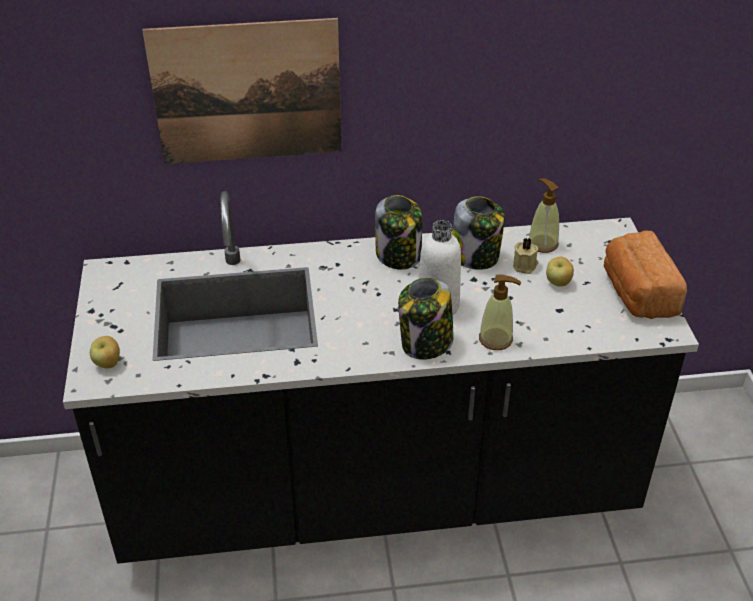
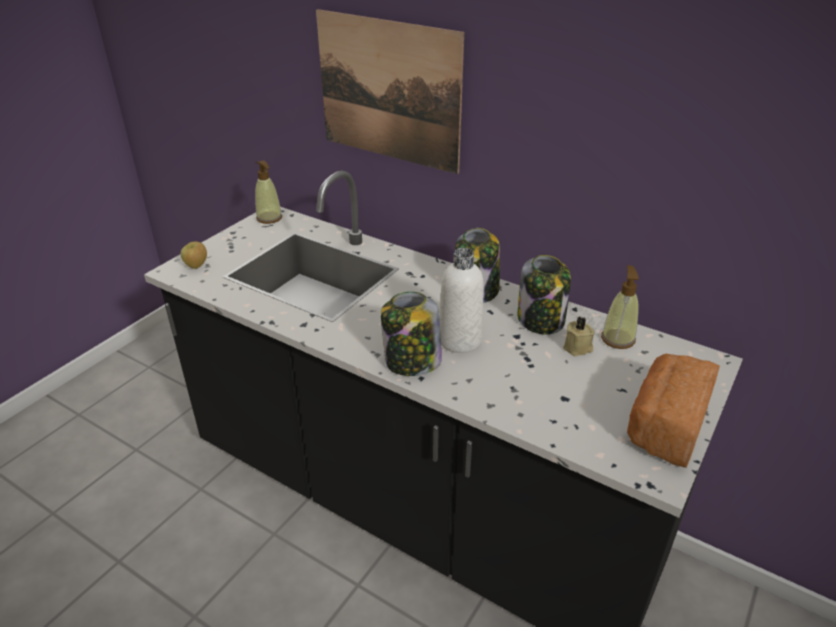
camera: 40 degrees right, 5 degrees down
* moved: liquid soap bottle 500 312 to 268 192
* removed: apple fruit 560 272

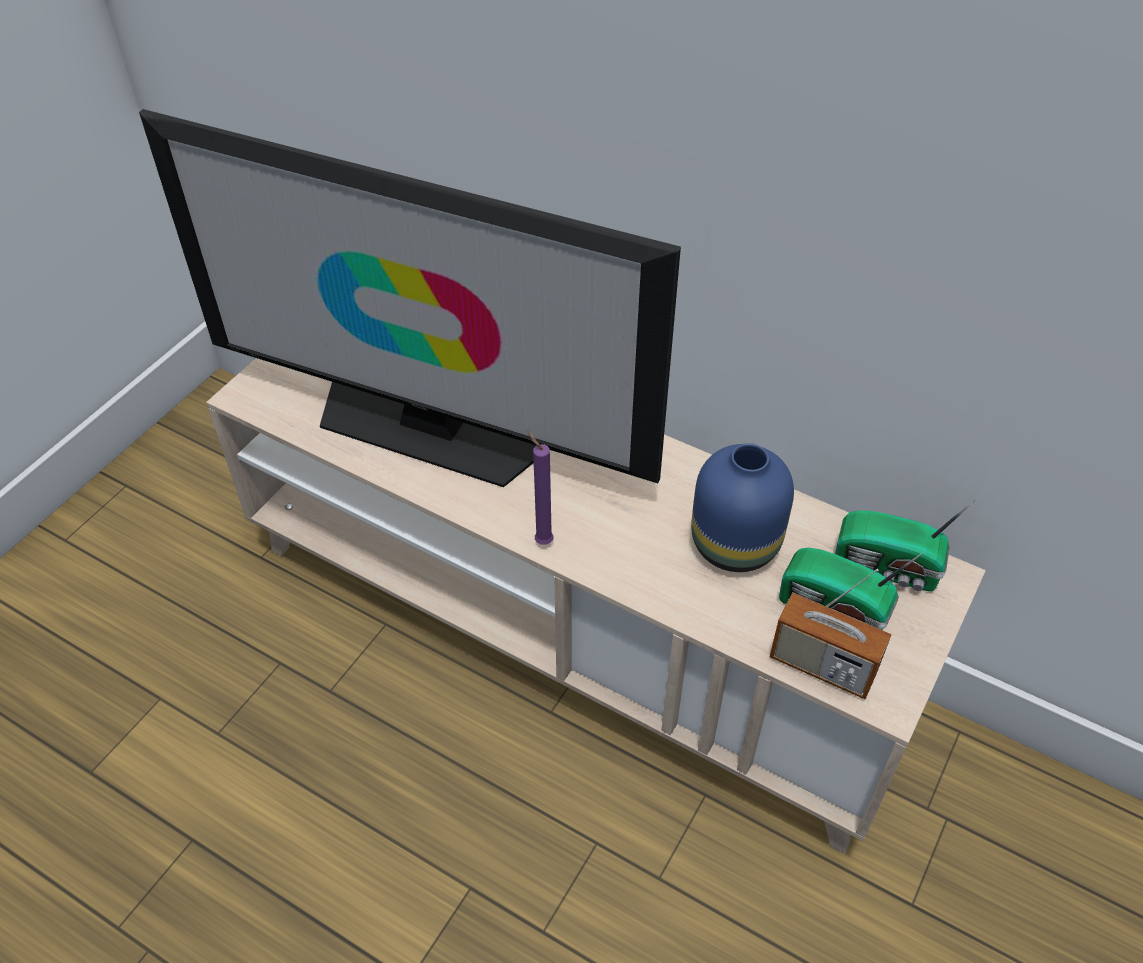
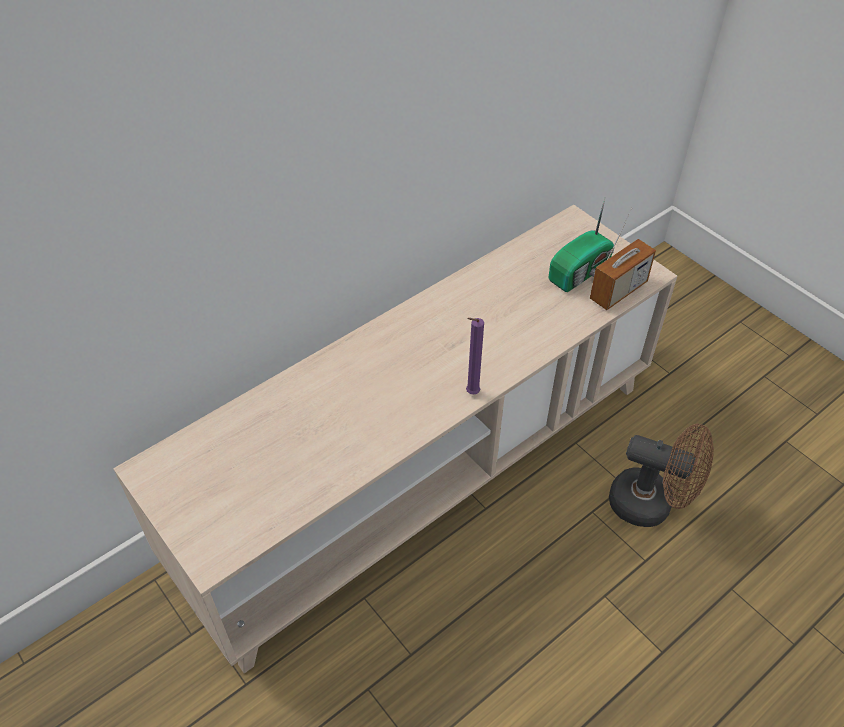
camera: 70 degrees left, 0 degrees up
* removed: TV 410 298
* removed: decorative vase (blue) 742 507
* removed: radio receiver 905 545
* added: cooling fan (brownish) 661 475

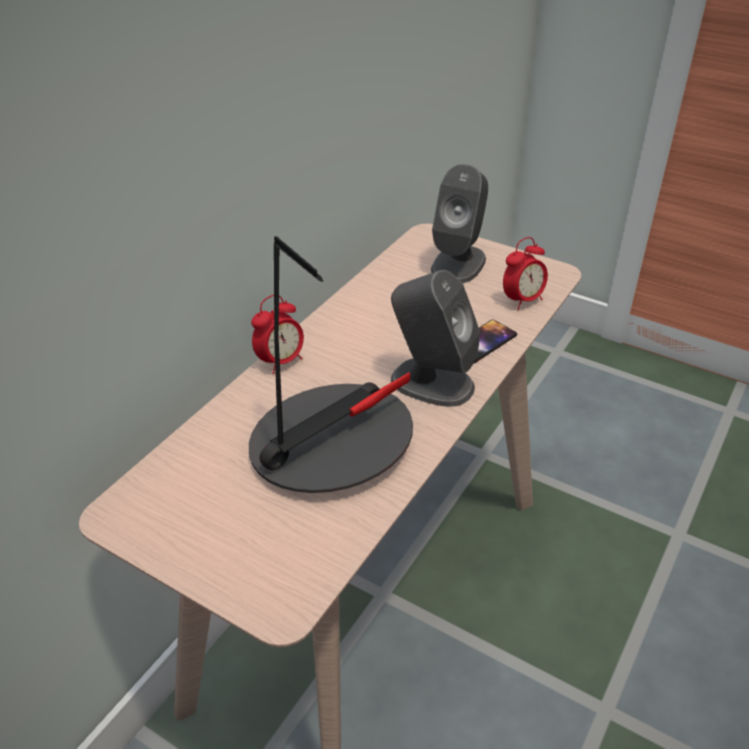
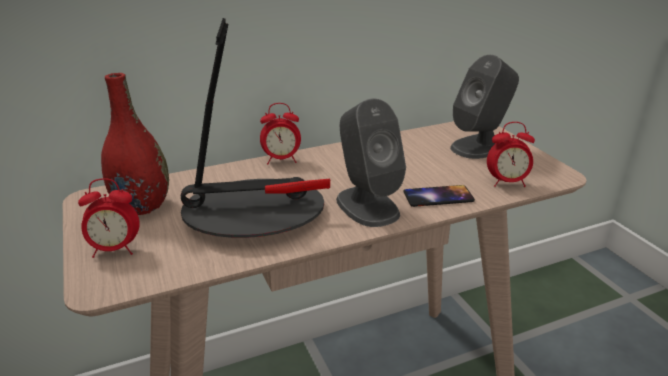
camera: 35 degrees right, 10 degrees down
* added: alarm clock 109 218
* added: decorative vase (reddish) 135 144

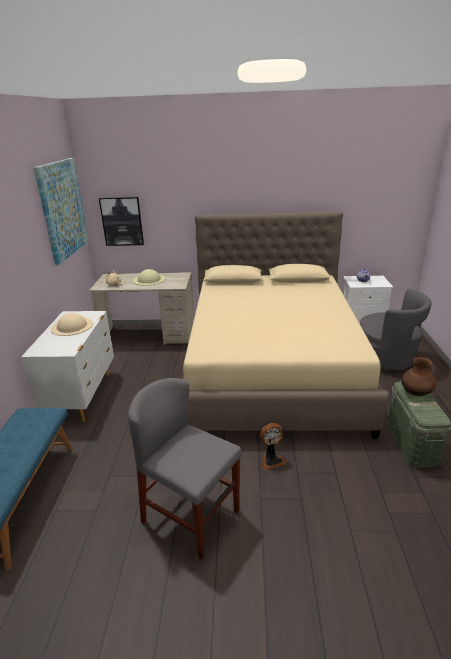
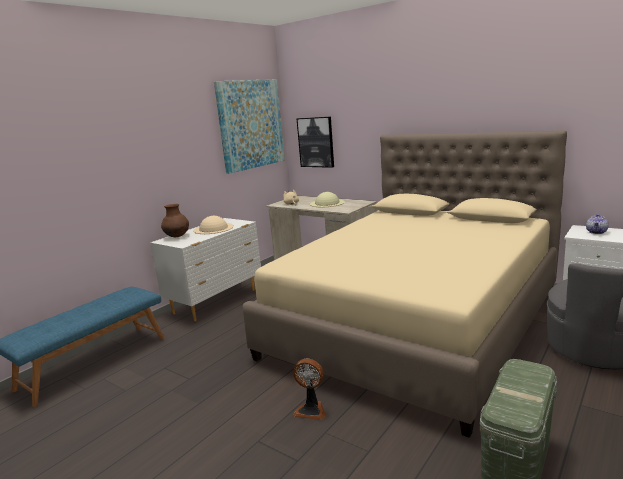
camera: 35 degrees right, 10 degrees down
* removed: chair (gray) 184 469
* moved: decorative vase (brownish) 419 376 to 175 220

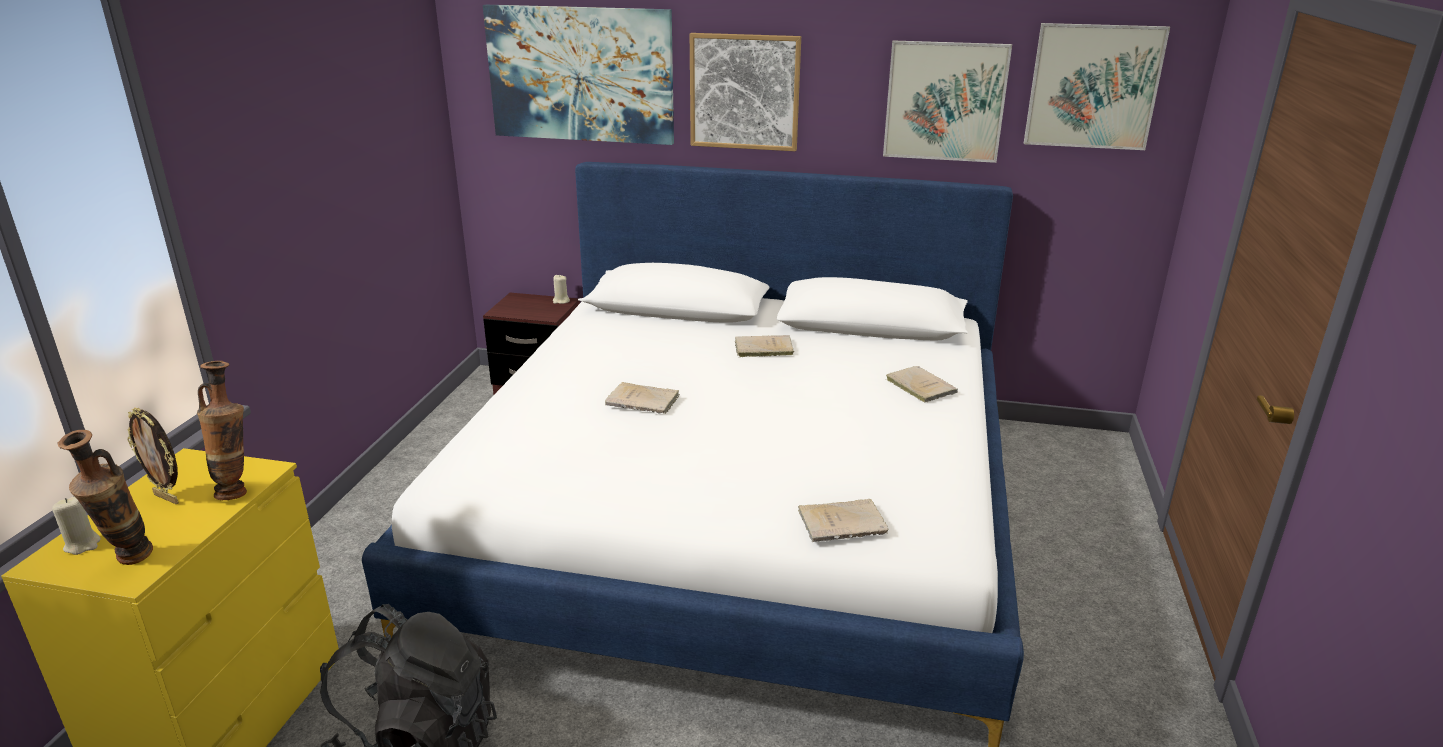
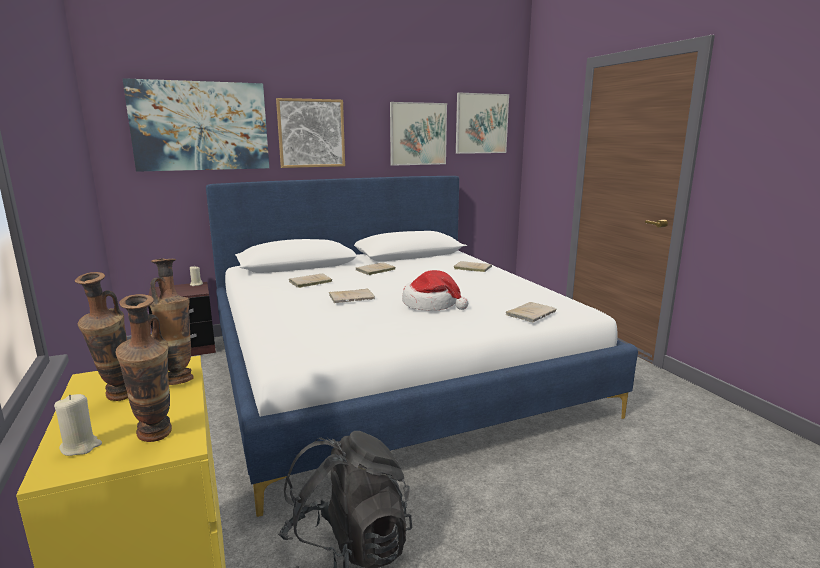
camera: 35 degrees left, 10 degrees down
* replaced: picture frame 153 456 to decorative vase 101 336
* added: volume (sand-coloured) 310 280
* added: hat 435 290

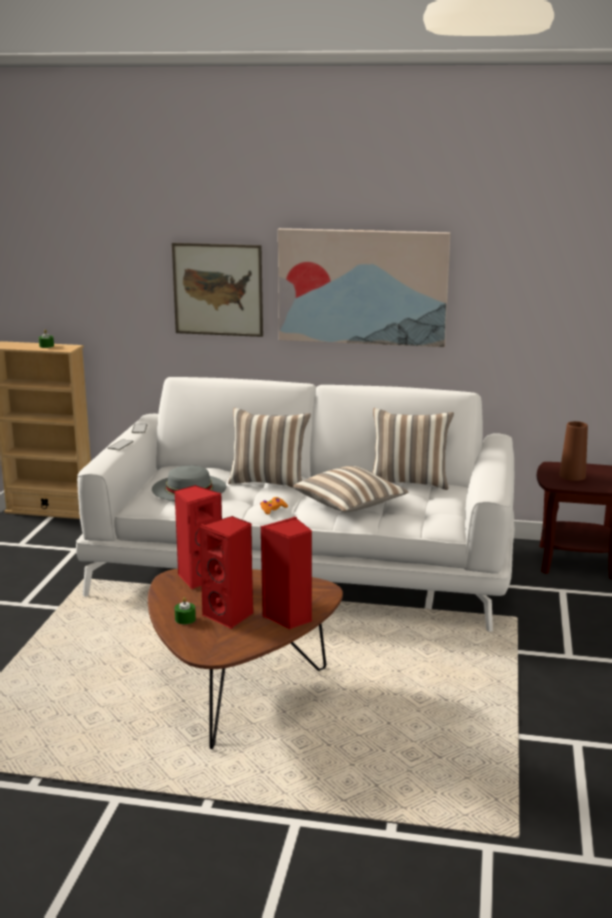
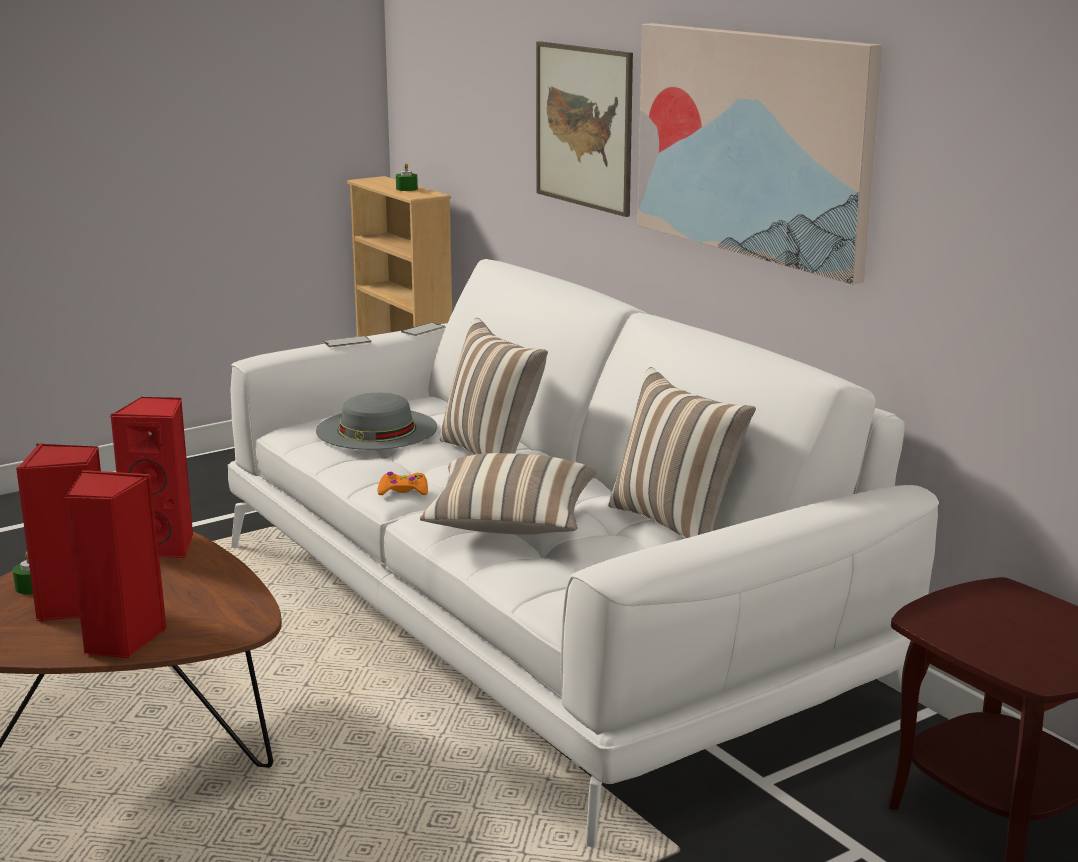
camera: 45 degrees right, 0 degrees up
* removed: decorative vase (brownish) 573 451

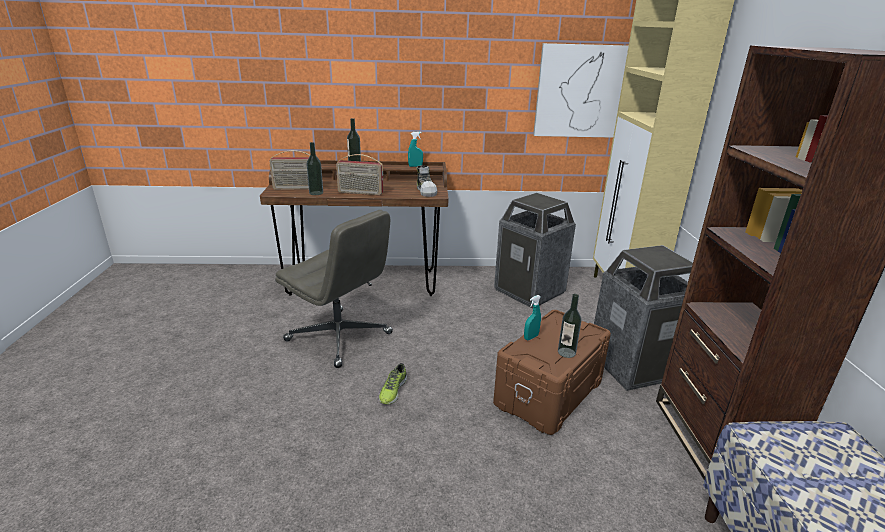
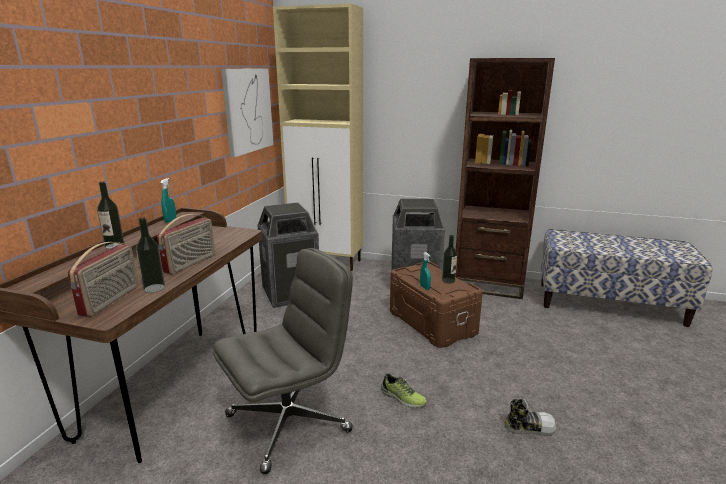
camera: 70 degrees left, 5 degrees down
* moved: low shoe 426 181 to 531 417

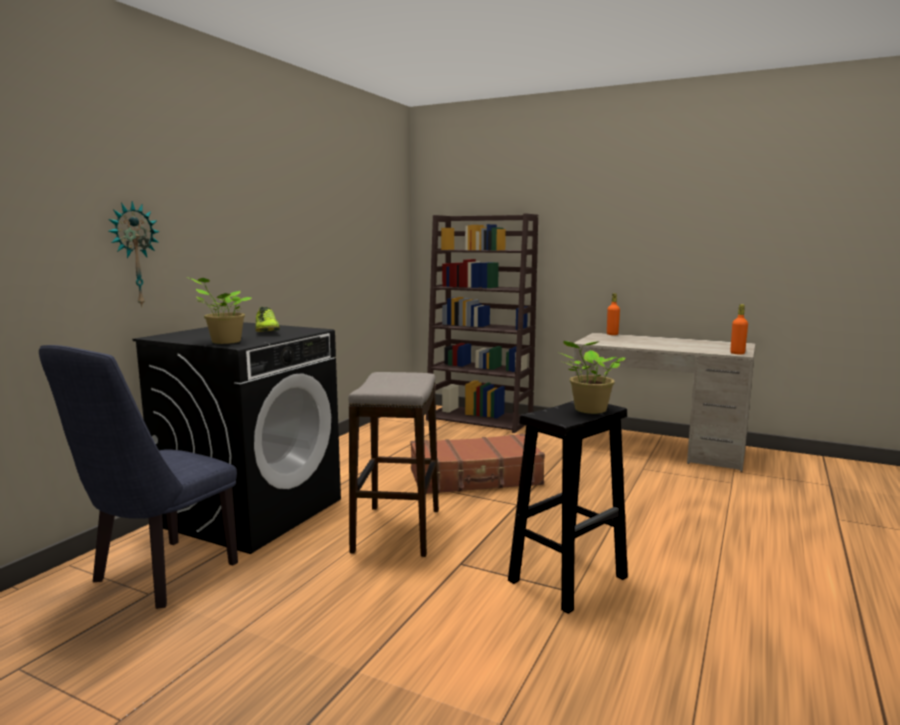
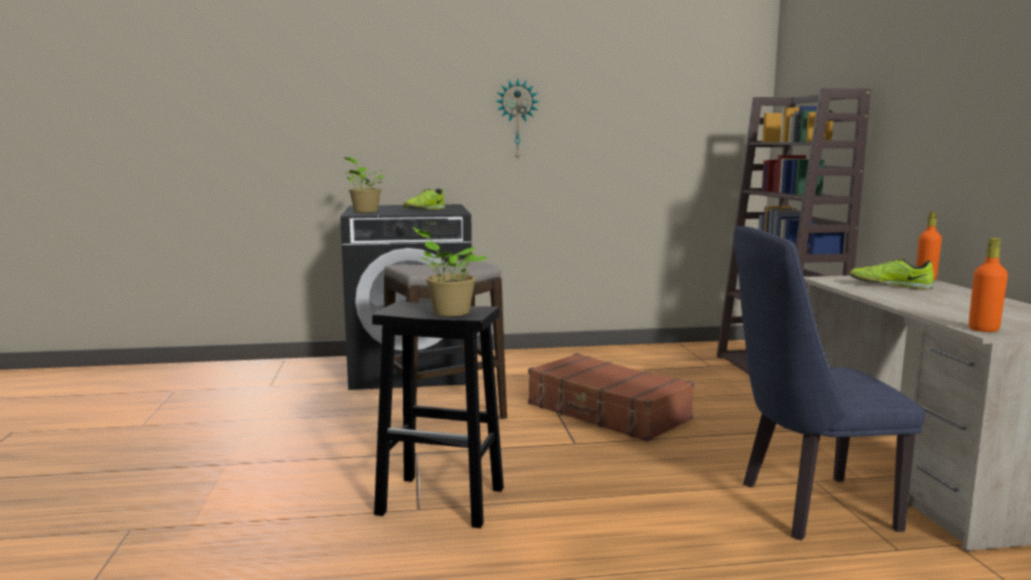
camera: 55 degrees right, 0 degrees up
* moved: chair (blue) 138 477 to 829 383
* moved: clock on the wall 134 254 to 518 120
* added: low shoe 891 274

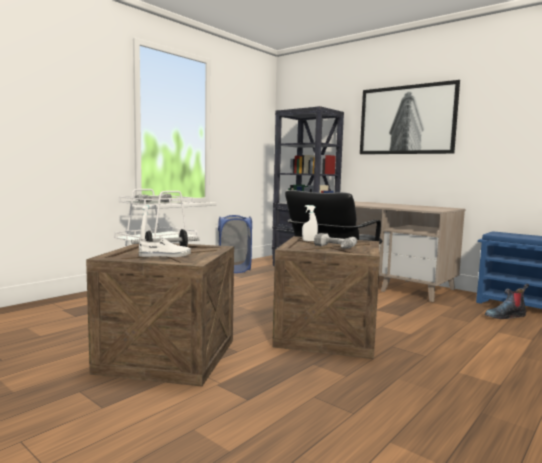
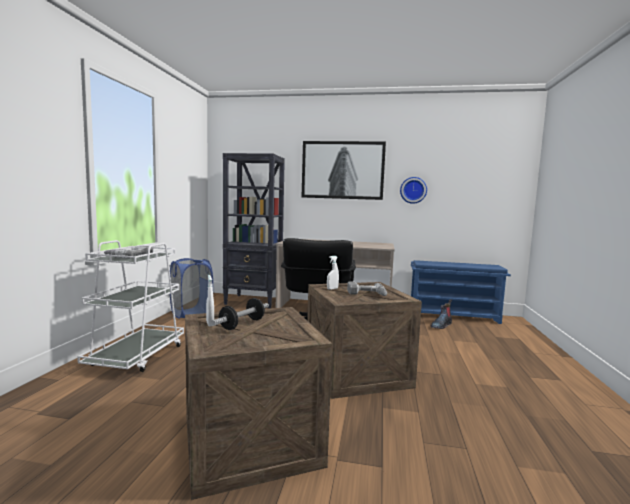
camera: 30 degrees left, 0 degrees up
* removed: low shoe (white-coloured) 165 247
* added: clock on the wall 413 190

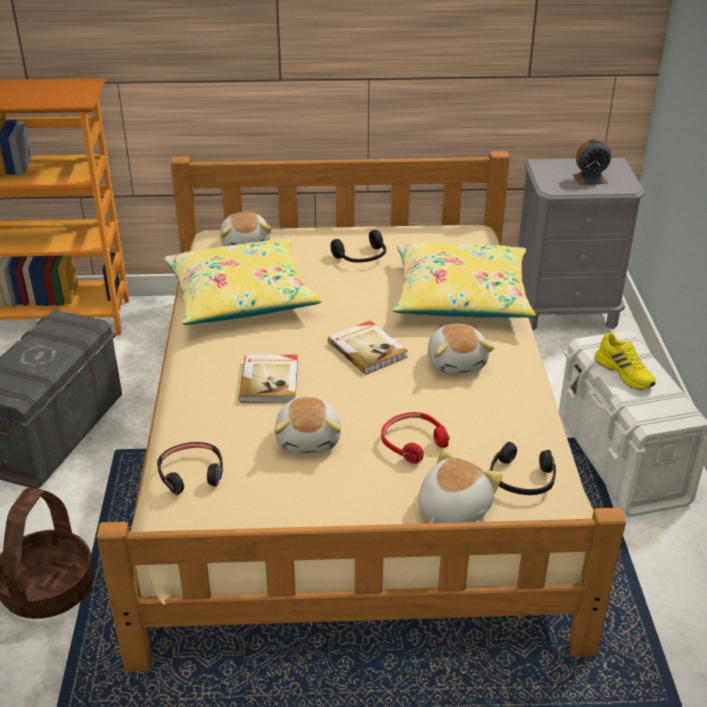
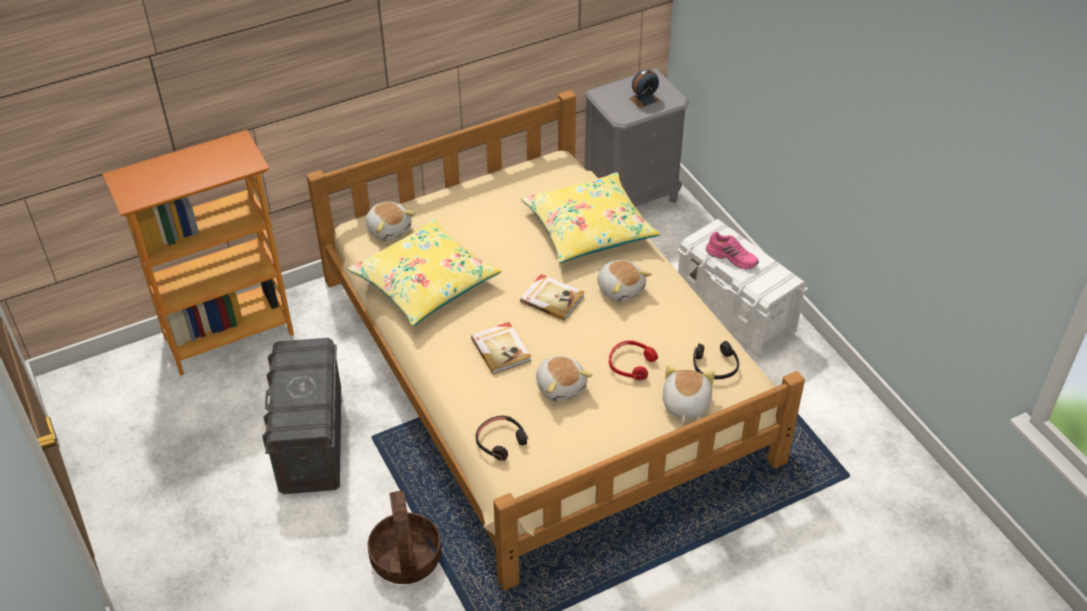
camera: 25 degrees left, 10 degrees up
* removed: headphones (black) 358 246
* recoloured: low shoe (yellowish) 625 361 to low shoe (pink) 732 250

